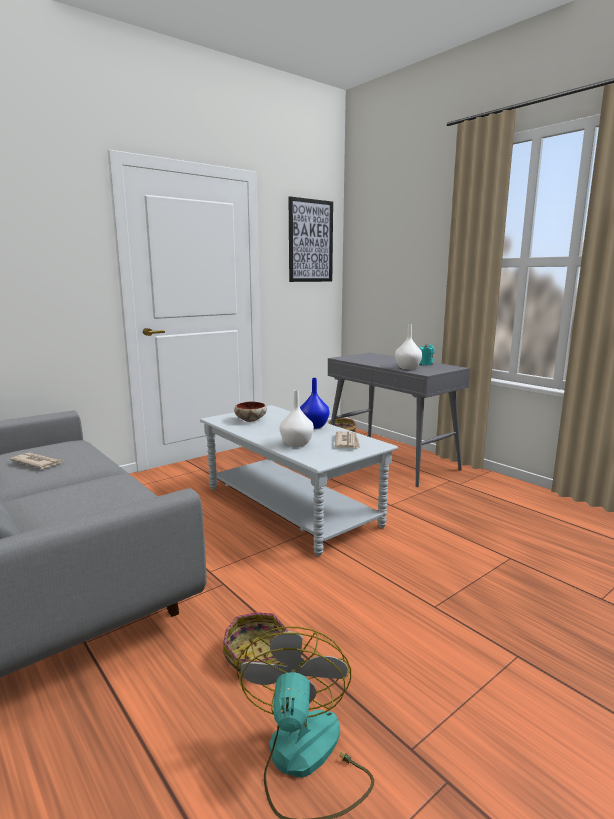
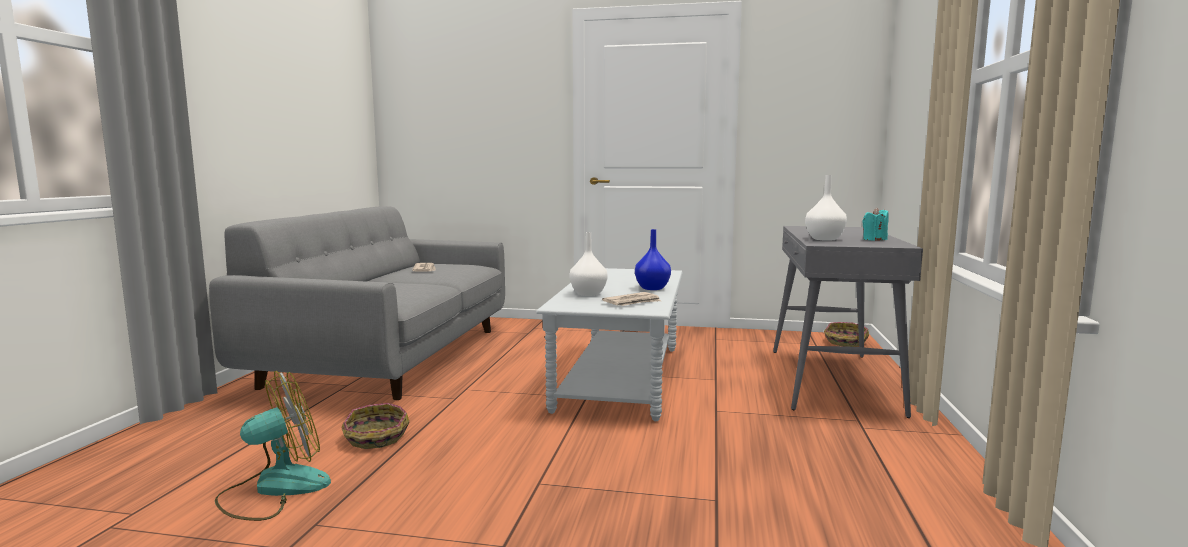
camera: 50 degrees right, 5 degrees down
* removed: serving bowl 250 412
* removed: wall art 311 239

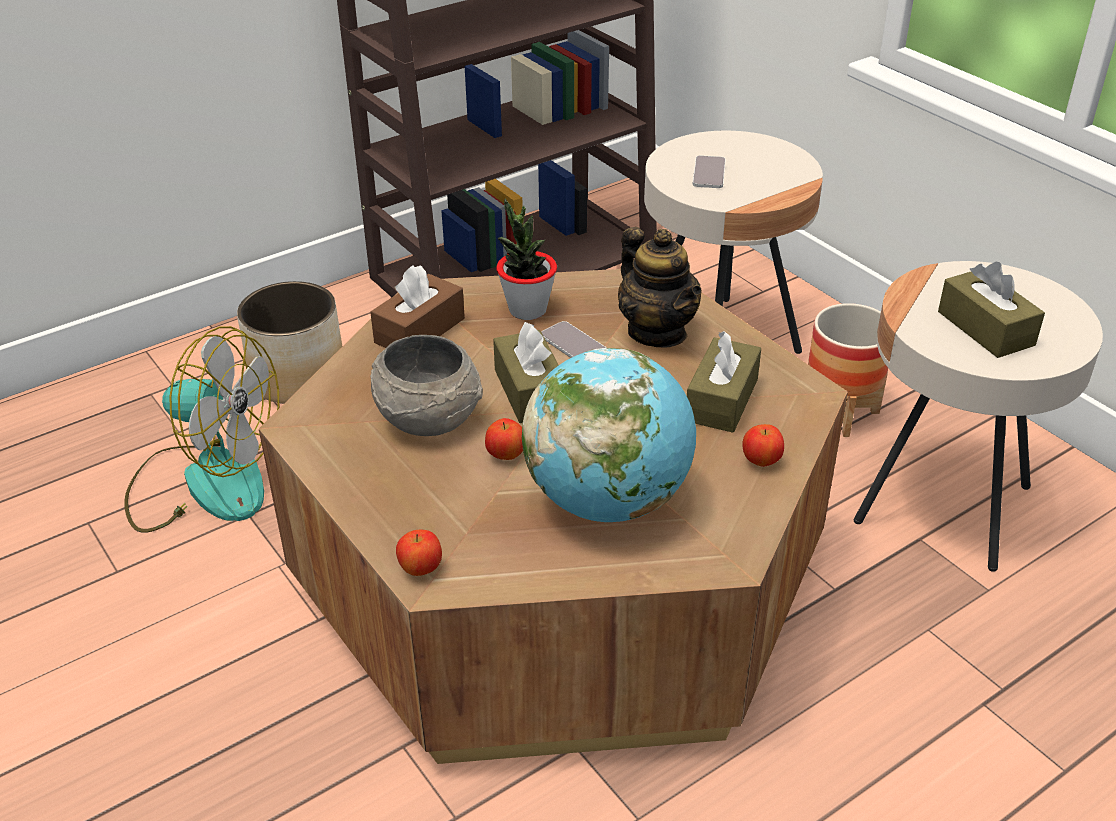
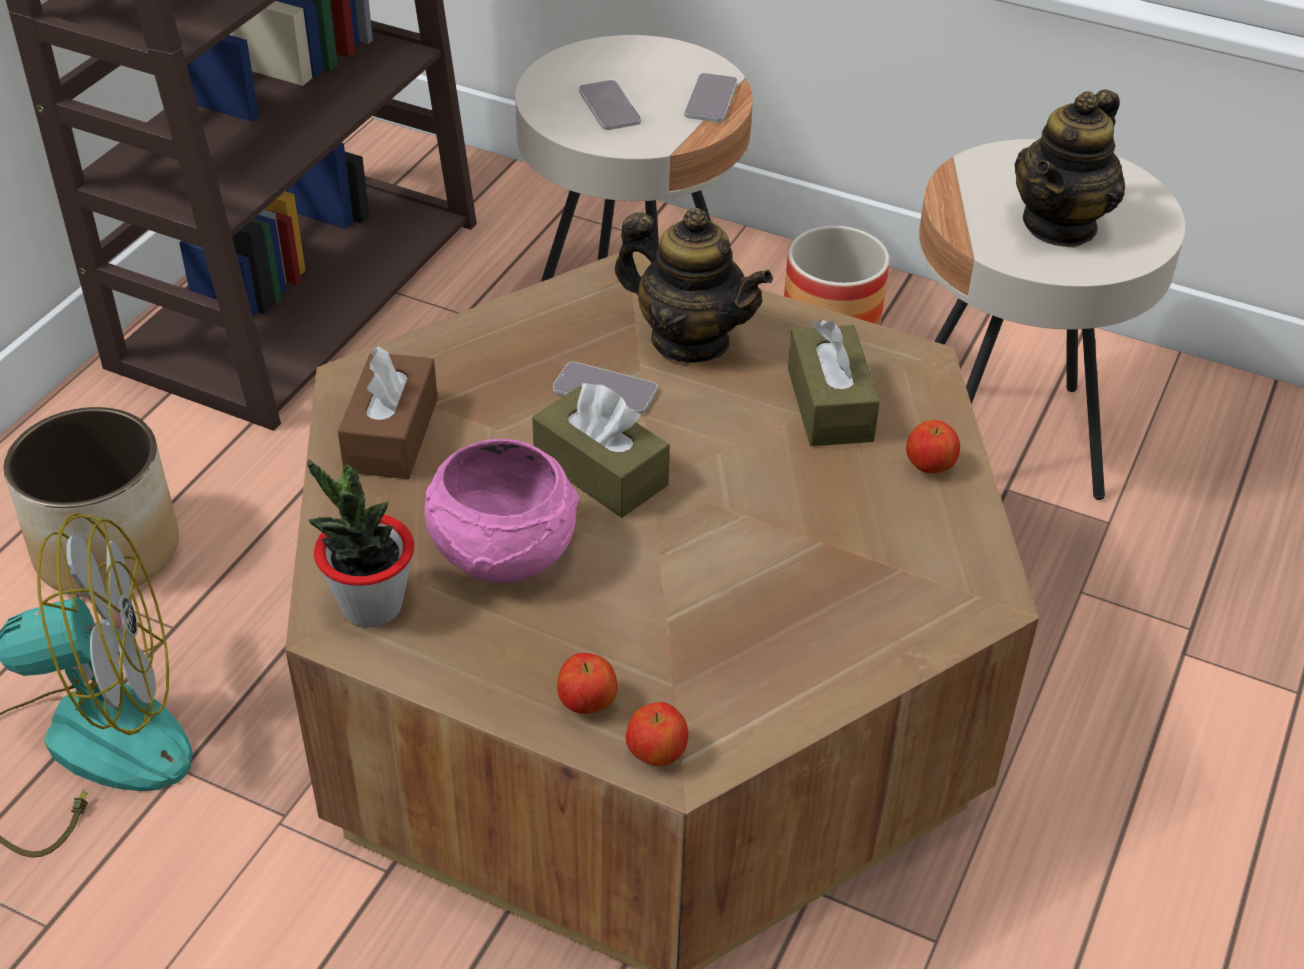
camera: 30 degrees left, 5 degrees up
* recoloured: serving bowl (gray) 426 385 to serving bowl (pink) 502 511
* moved: apple fruit 504 439 to 587 683
* moved: plant in a pot 526 259 to 360 543
* removed: globe 609 435
* replaced: tissue holder (brownish) 991 310 to pot for tea 1069 168
* added: phone 711 97

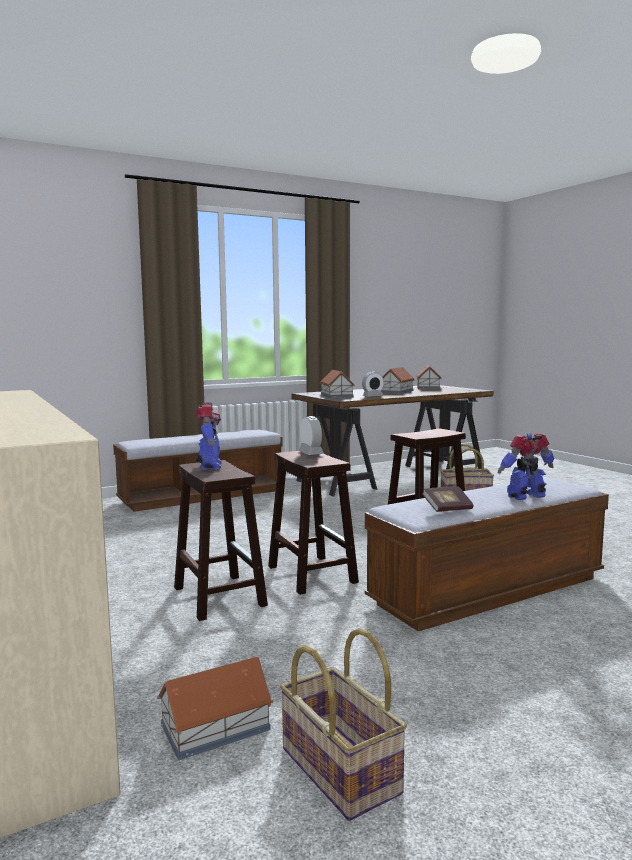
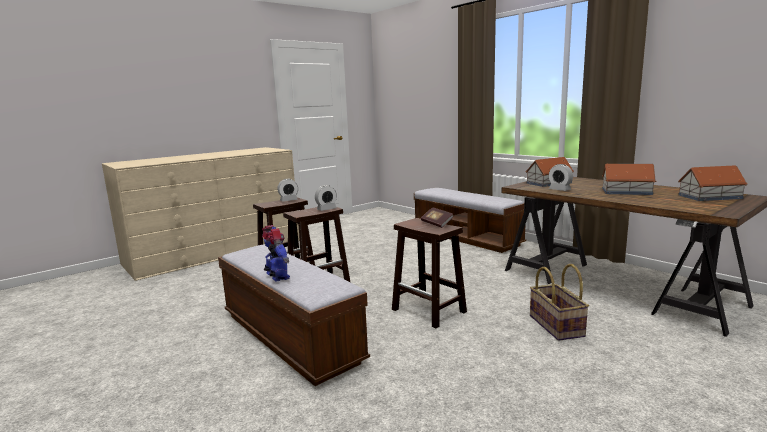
camera: 80 degrees right, 5 degrees up
* removed: miniature house 215 708
* replaced: toy robot 208 436 to alarm clock 287 190
* removed: household basket 343 724
* moved: volume 448 499 to 437 218

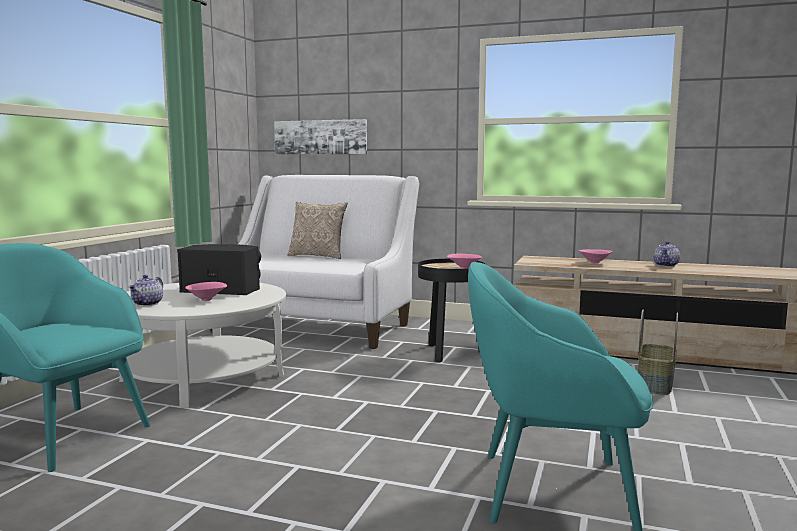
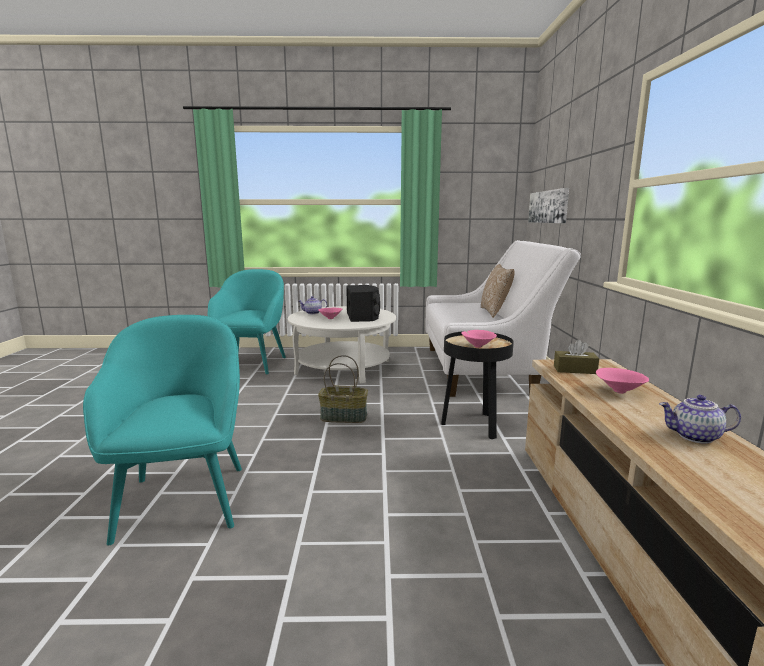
camera: 70 degrees right, 5 degrees up
* moved: household basket 658 352 to 343 389
* added: tissue holder (brownish) 576 356

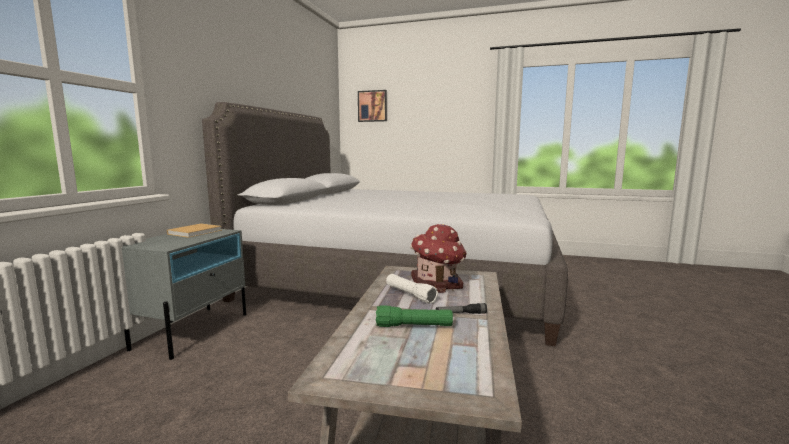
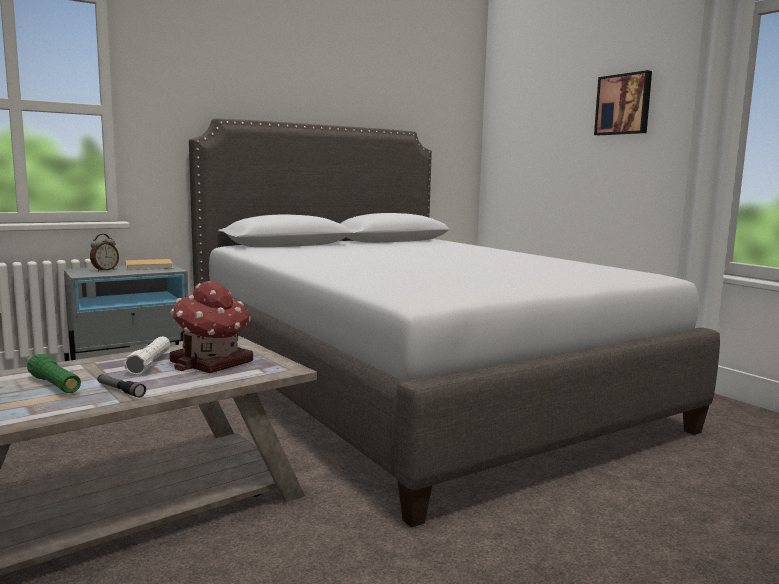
camera: 40 degrees right, 0 degrees up
* moved: wall art 372 106 to 623 102
* added: alarm clock 104 253

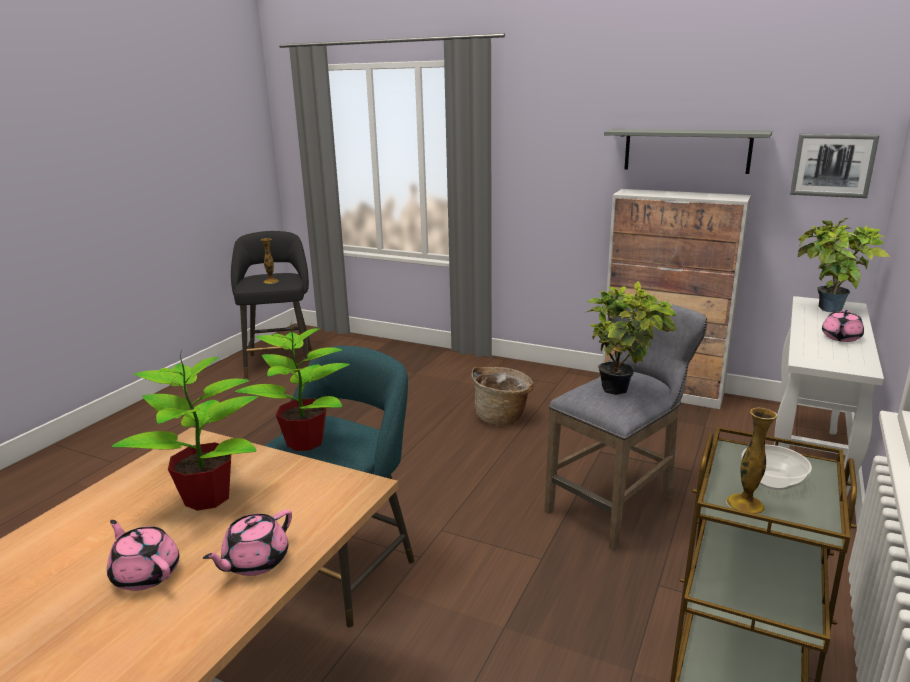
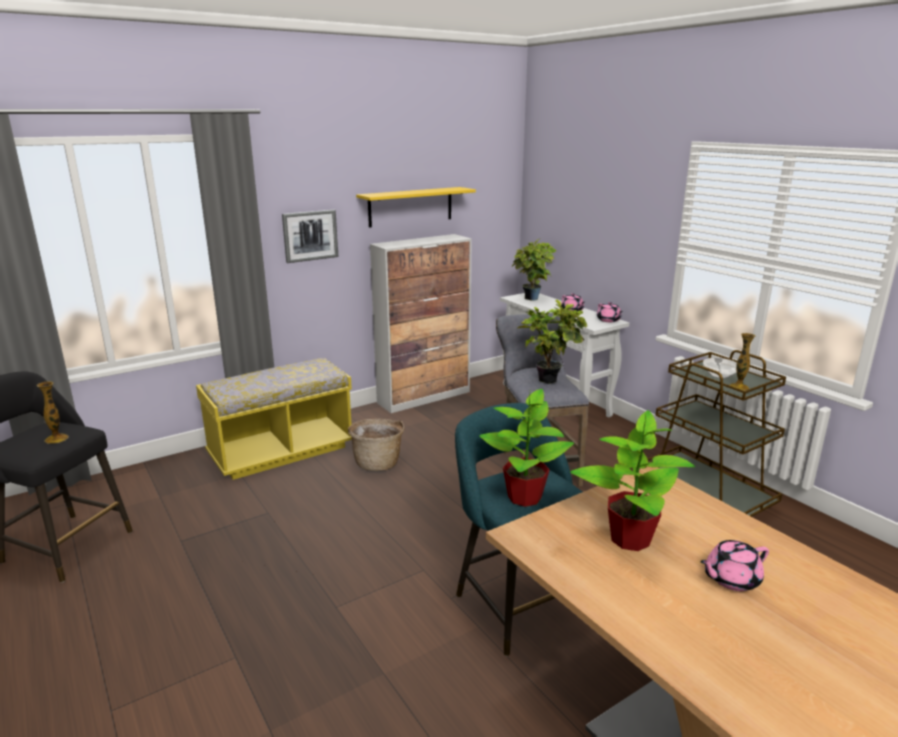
camera: 60 degrees left, 0 degrees up
* moved: pot for tea (pink) 247 543 to 610 312
* recoloured: wall shelf (gray) 688 151 to wall shelf (yellowish) 416 207
* moved: wall art 835 166 to 310 236
* added: long seat (yellowish) 274 419

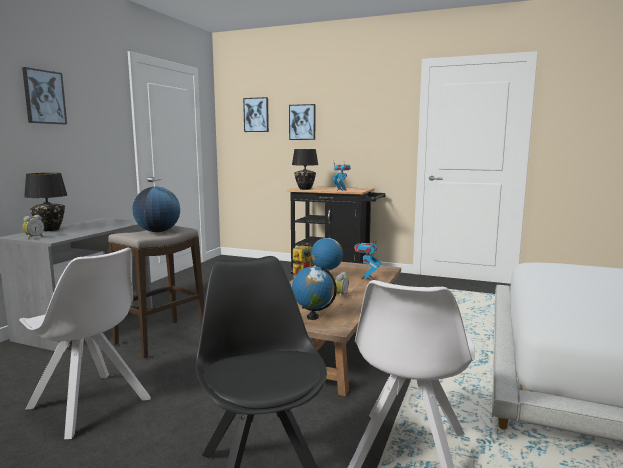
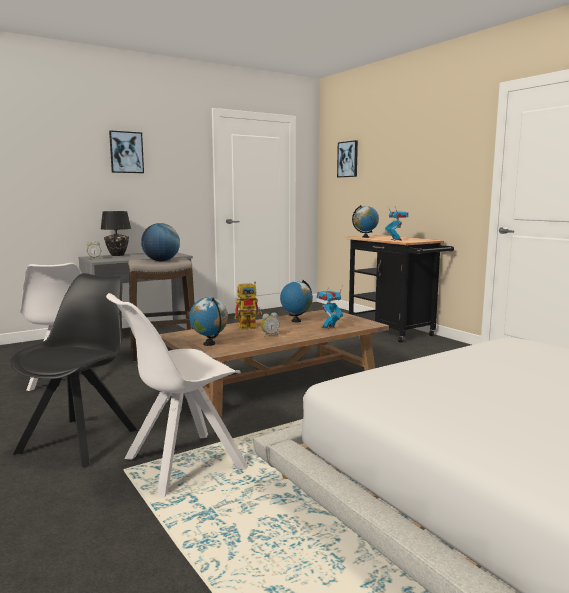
camera: 35 degrees right, 0 degrees up
* removed: wall art 302 122
* replaced: lamp for a table (black) 305 169 to globe 365 221

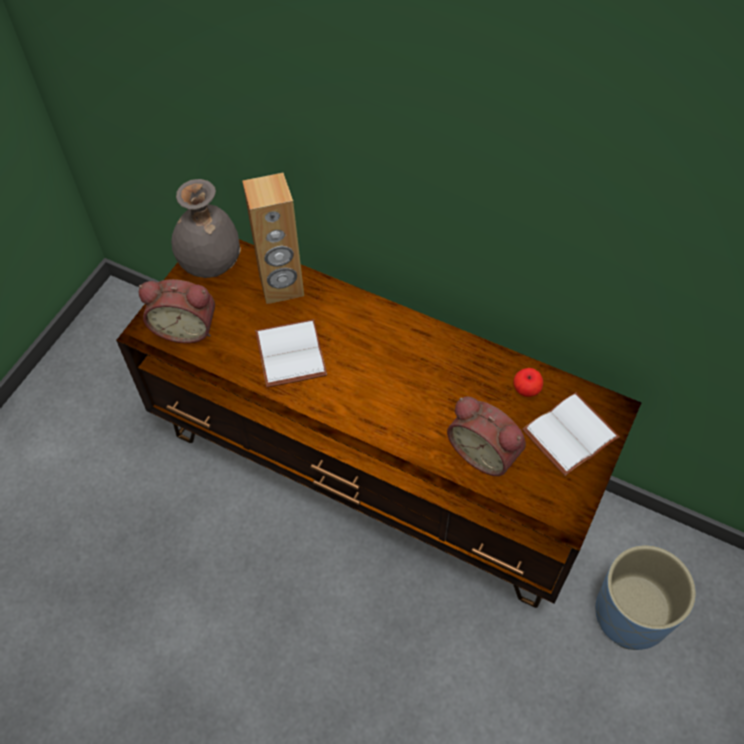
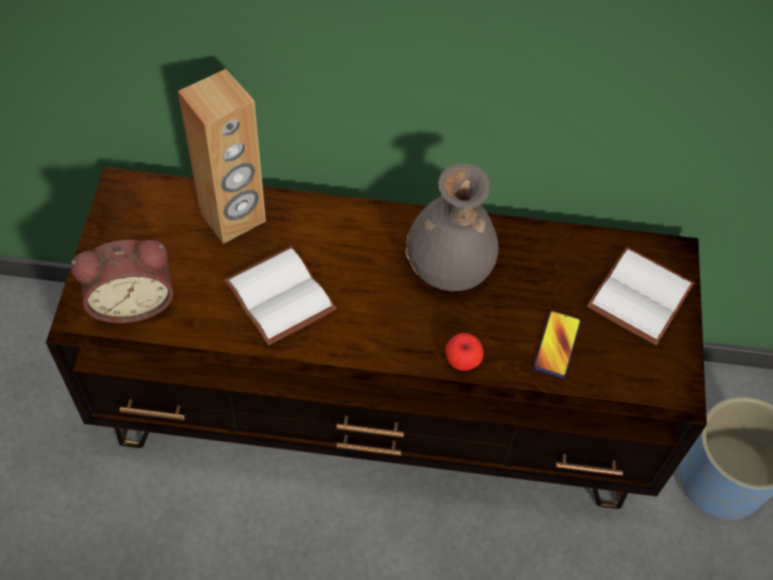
camera: 25 degrees left, 0 degrees up
* moved: decorative vase (gray) 206 228 to 452 227
* replaced: alarm clock 486 436 to phone 557 344
* moved: apple fruit 528 382 to 464 352

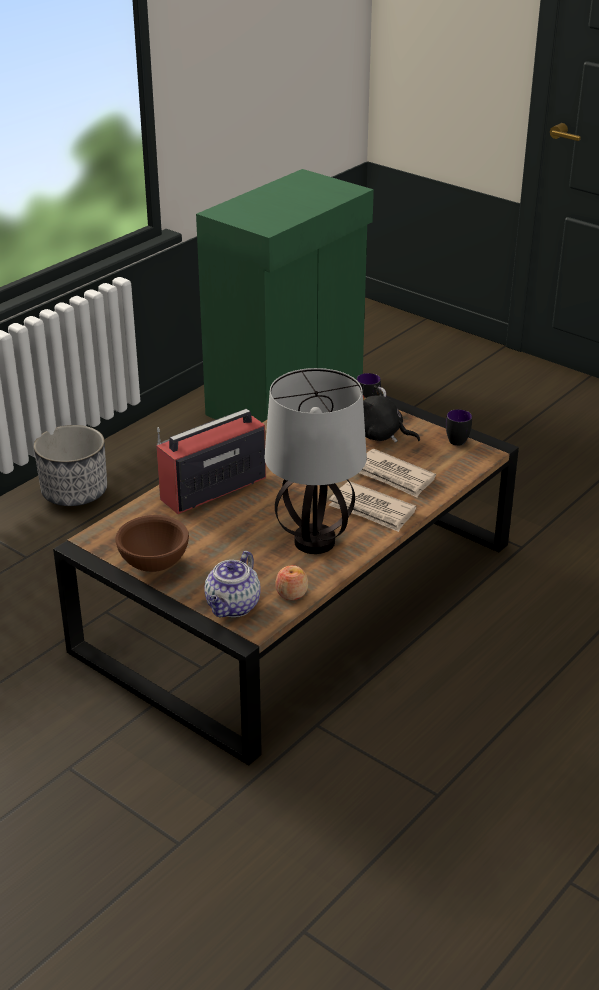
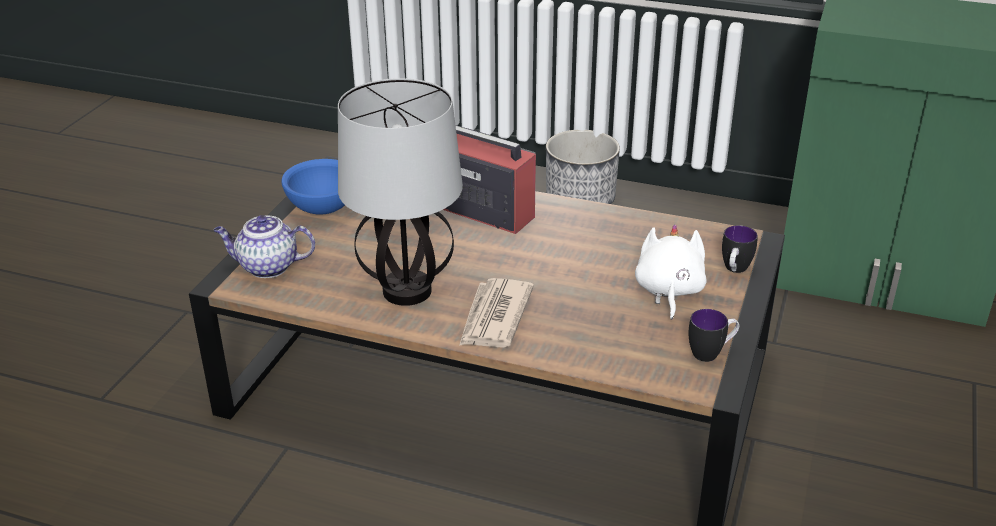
camera: 70 degrees right, 0 degrees up
* recoloured: serving bowl (brownish) 152 543 to serving bowl (blue) 313 187
* removed: apple fruit 291 582
* removed: printed paper 397 473
* recoloured: plush toy (black) 391 414 to plush toy (white-coloured) 671 272

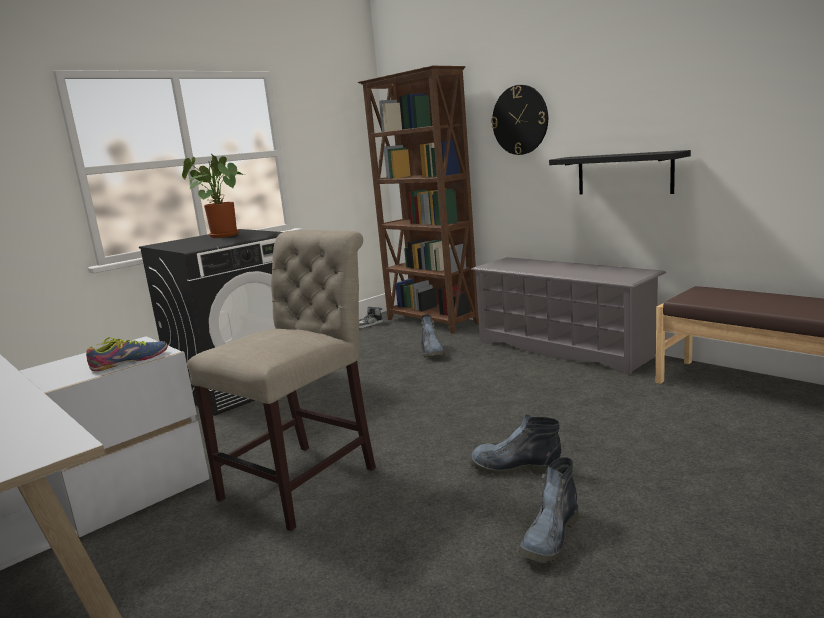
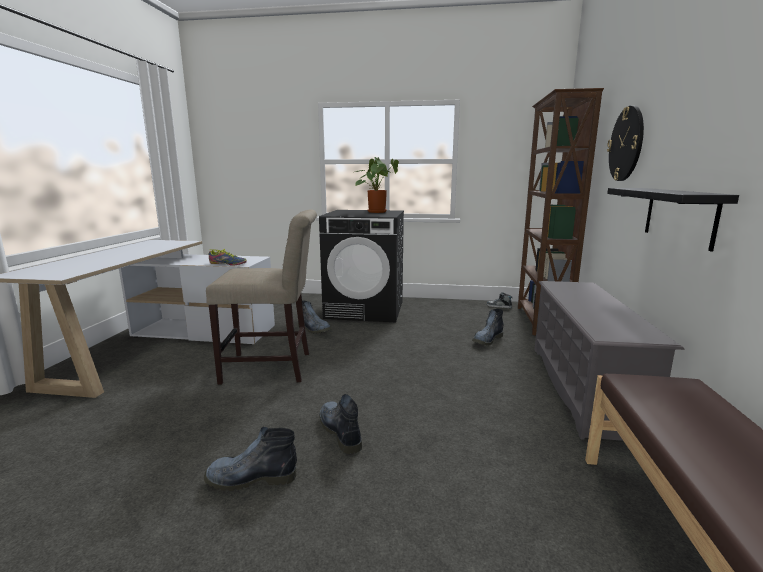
camera: 50 degrees right, 0 degrees up
* added: tall boot 315 317

